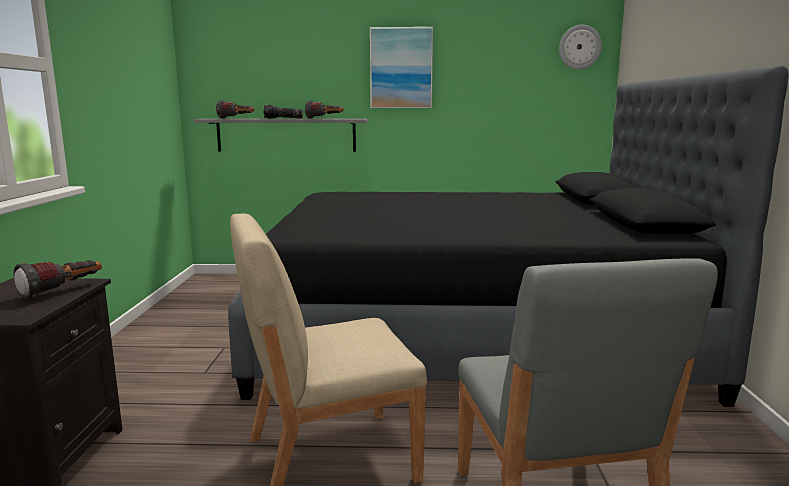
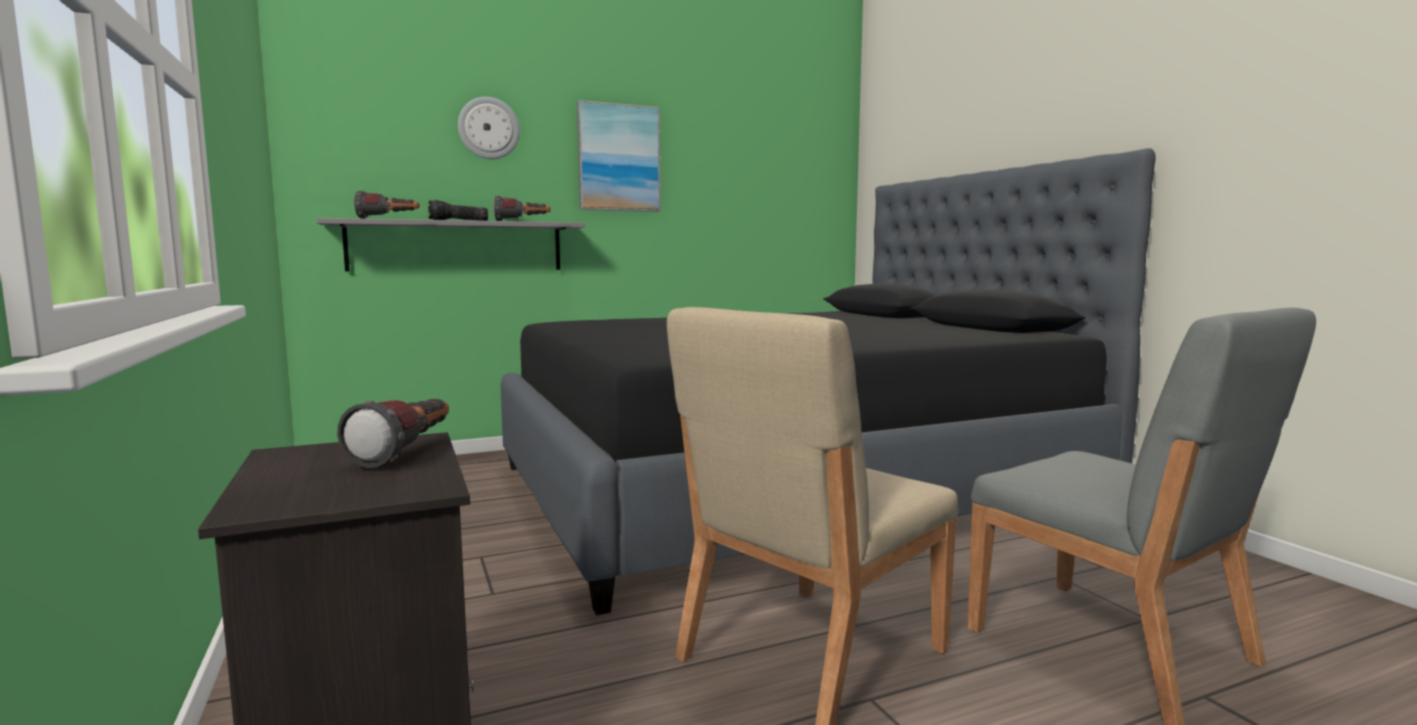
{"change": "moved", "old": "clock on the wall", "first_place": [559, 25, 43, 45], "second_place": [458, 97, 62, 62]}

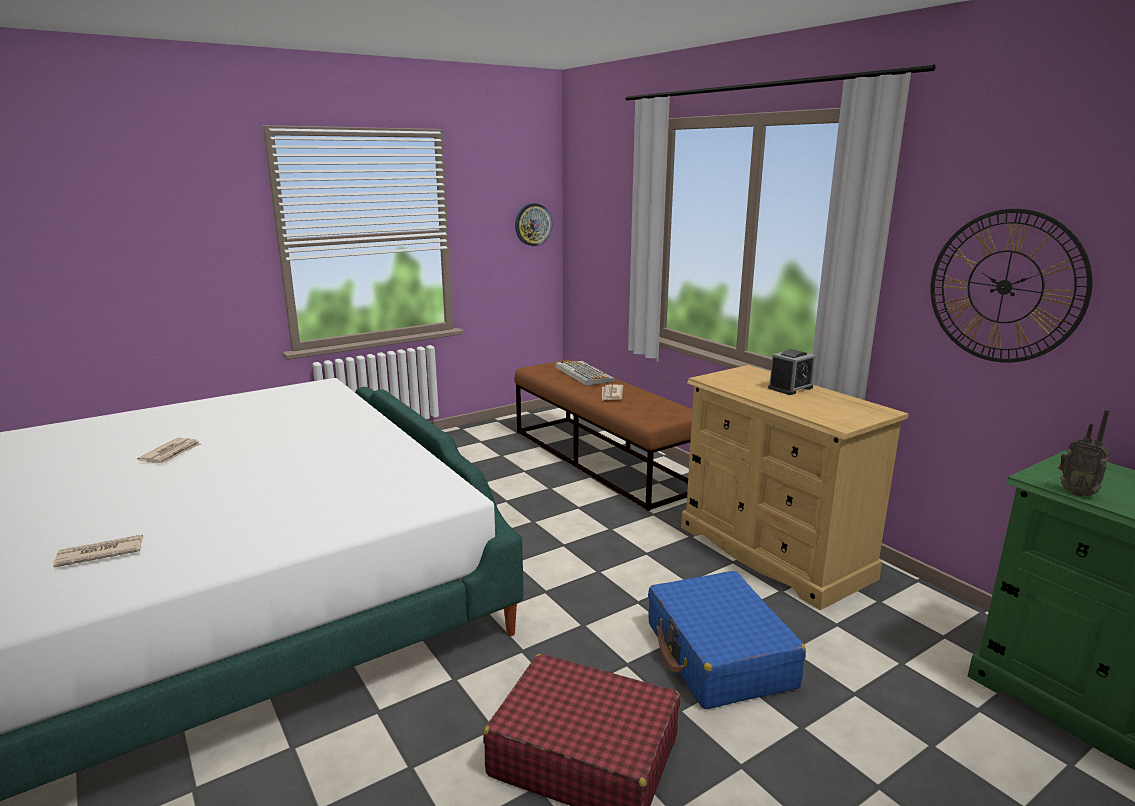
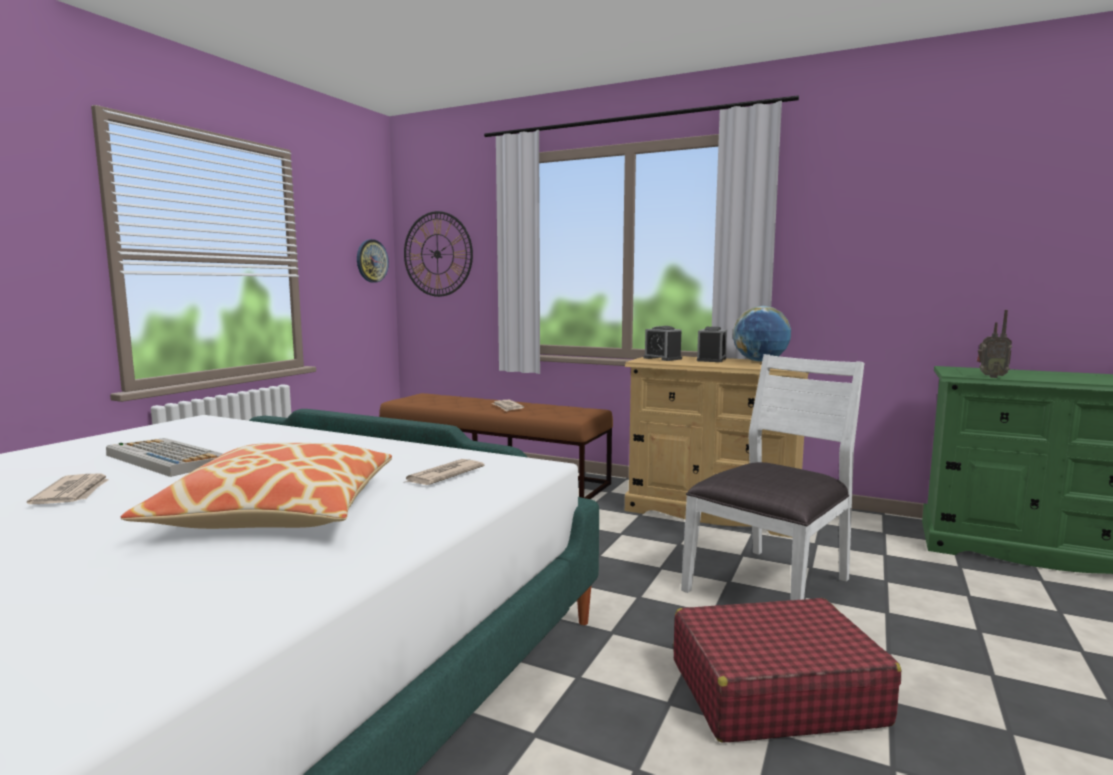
{"change": "moved", "old": "clock on the wall", "first_place": [930, 209, 163, 154], "second_place": [404, 211, 69, 86]}
{"change": "moved", "old": "PC keyboard", "first_place": [555, 361, 60, 25], "second_place": [106, 438, 117, 39]}
{"change": "moved", "old": "newspaper", "first_place": [53, 535, 90, 32], "second_place": [403, 459, 81, 26]}
{"change": "replaced", "old": "suitcase in bluish", "new": "plain chair in white", "first_place": [648, 571, 158, 138], "second_place": [681, 354, 183, 246]}
{"change": "added", "new": "world globe", "second_place": [733, 306, 58, 56]}
{"change": "added", "new": "table clock", "second_place": [643, 326, 39, 35]}
{"change": "added", "new": "pillow", "second_place": [121, 443, 271, 86]}

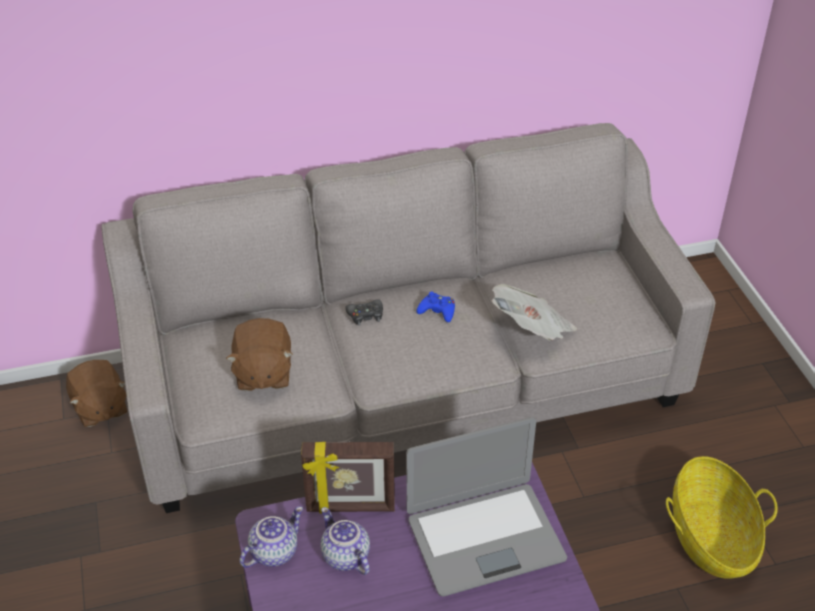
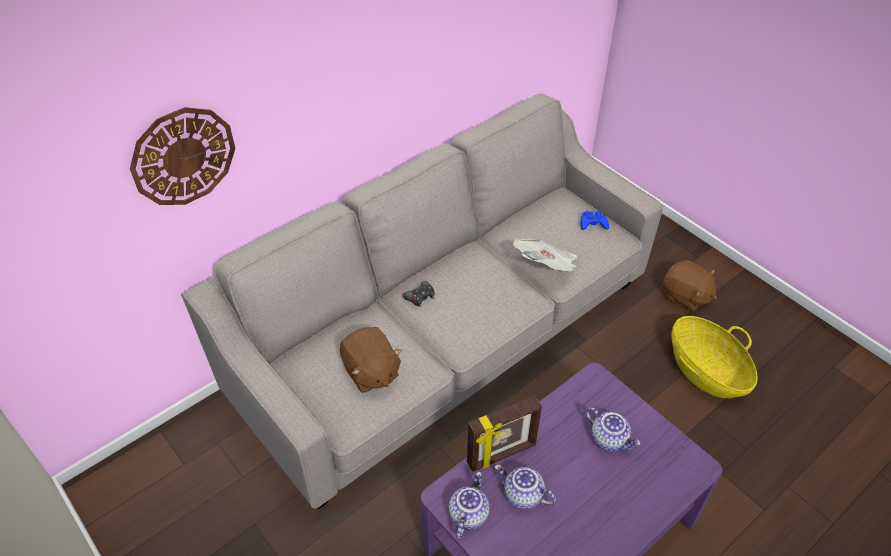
{"change": "moved", "old": "game controller in bluish", "first_place": [417, 292, 38, 30], "second_place": [581, 211, 28, 19]}
{"change": "moved", "old": "plush toy in brownish", "first_place": [66, 360, 61, 67], "second_place": [663, 260, 54, 52]}
{"change": "replaced", "old": "notebook computer", "new": "pot for tea", "first_place": [406, 417, 161, 180], "second_place": [585, 407, 56, 45]}
{"change": "added", "new": "clock on the wall", "second_place": [130, 107, 105, 98]}

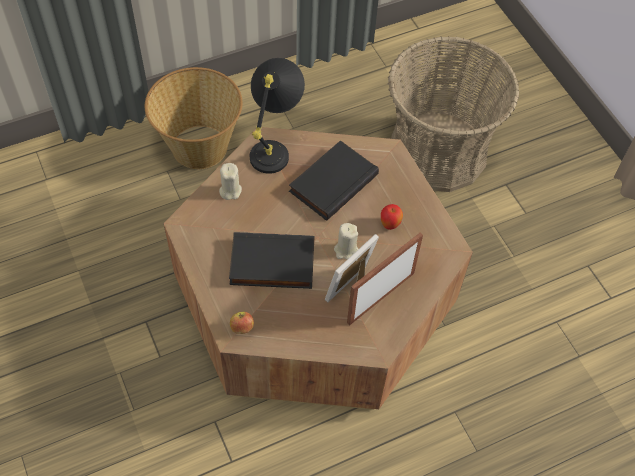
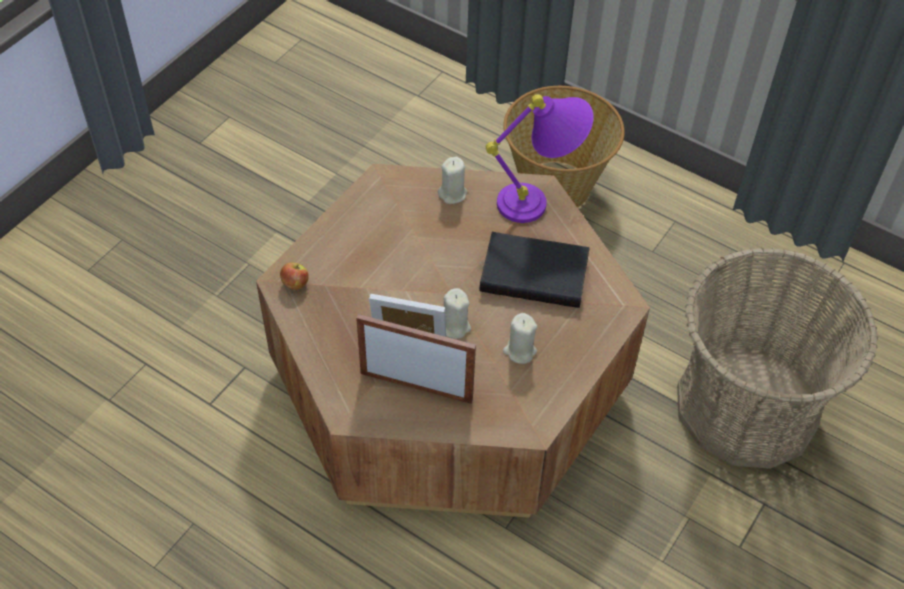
{"change": "recoloured", "old": "tabletop lamp in black-coloured", "new": "tabletop lamp in purple", "first_place": [250, 58, 55, 116], "second_place": [485, 94, 109, 129]}
{"change": "replaced", "old": "apple fruit", "new": "candle in beige-coloured", "first_place": [381, 204, 22, 26], "second_place": [503, 313, 34, 51]}
{"change": "removed", "old": "bound book in black-coloured", "first_place": [229, 232, 85, 57]}

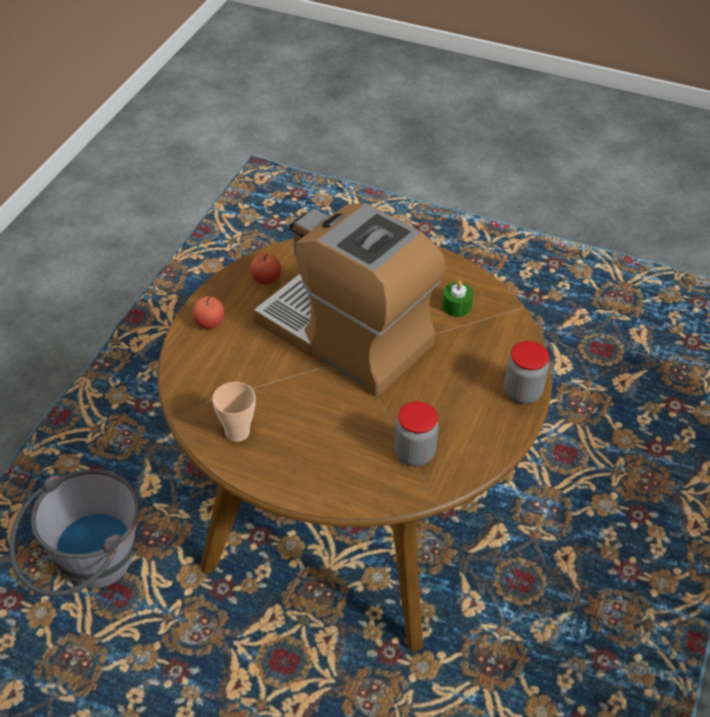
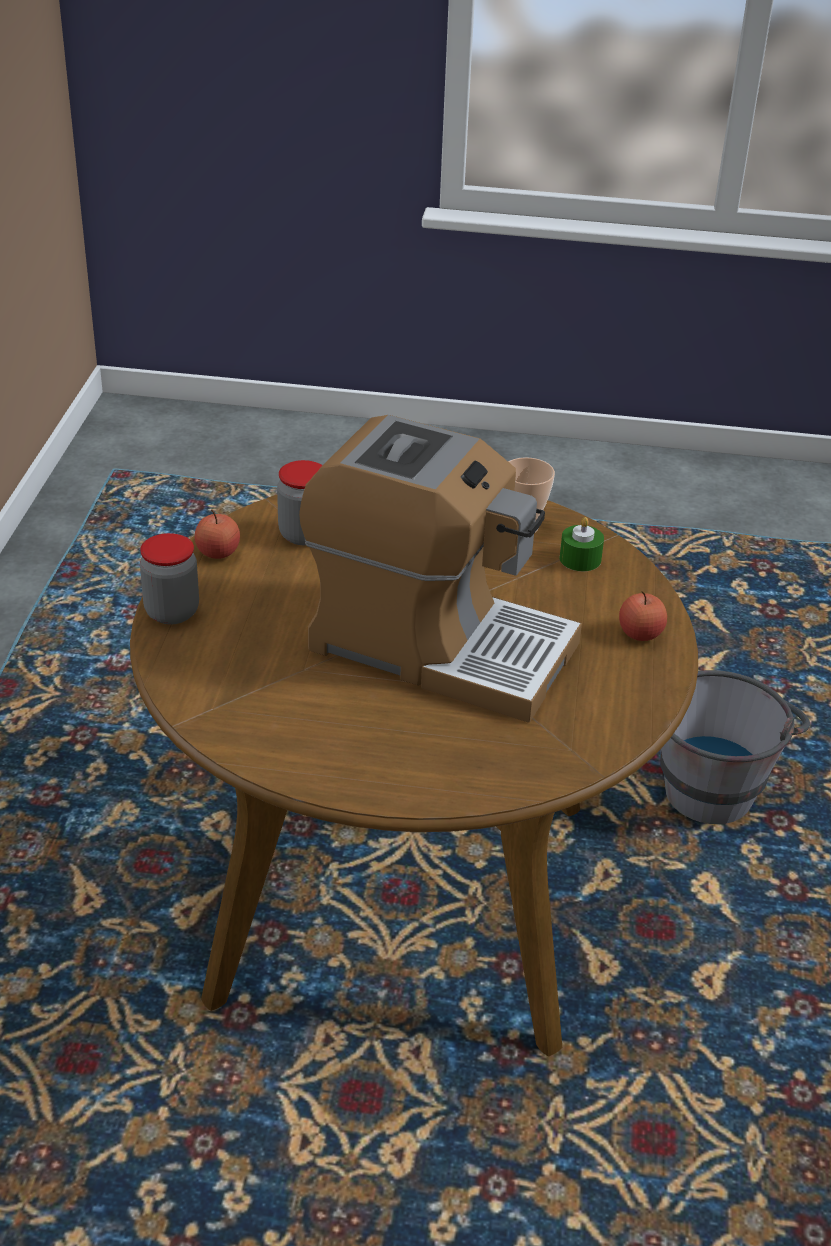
{"change": "moved", "old": "apple fruit", "first_place": [250, 253, 31, 31], "second_place": [195, 509, 45, 50]}
{"change": "moved", "old": "candle in green-coloured", "first_place": [442, 280, 31, 37], "second_place": [560, 517, 44, 54]}

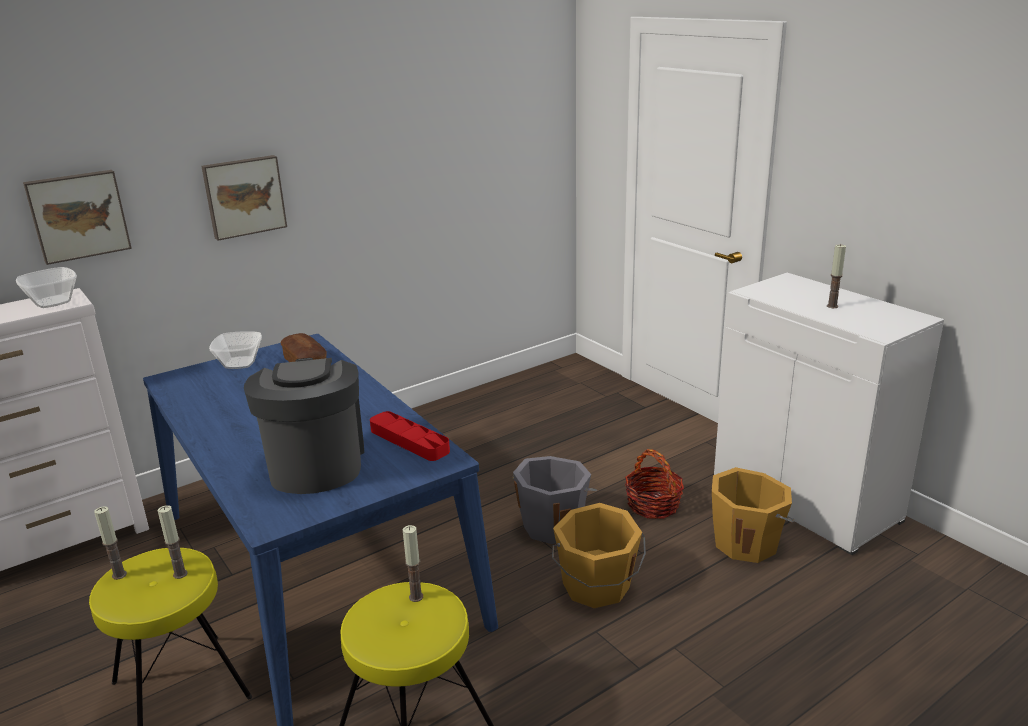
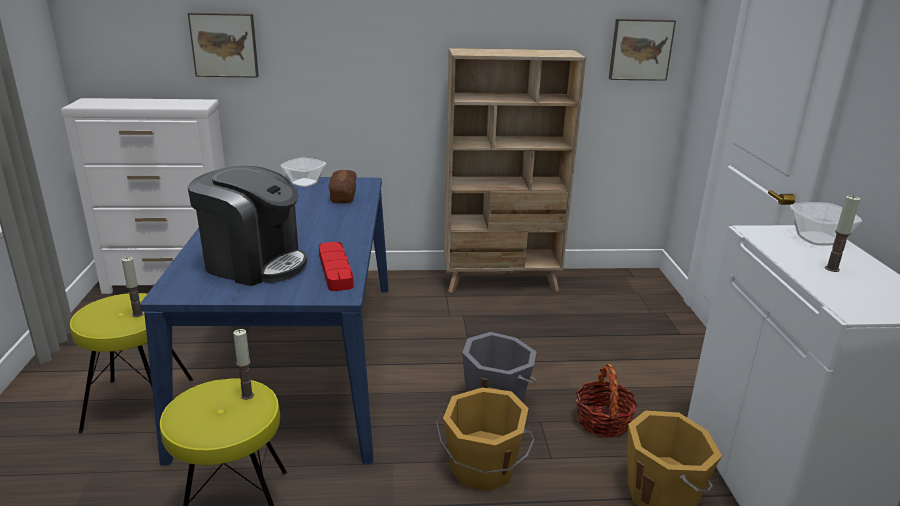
{"change": "moved", "old": "wall picture", "first_place": [201, 155, 86, 86], "second_place": [609, 19, 67, 62]}
{"change": "moved", "old": "deep dish", "first_place": [16, 267, 61, 41], "second_place": [790, 202, 72, 44]}
{"change": "turned", "old": "coffee machine", "first_place": [244, 358, 120, 136], "second_place": [188, 166, 119, 120], "degrees": 90}
{"change": "removed", "old": "candle", "first_place": [94, 506, 33, 74]}
{"change": "added", "new": "bookshelf in beige-coloured", "second_place": [444, 48, 142, 245]}

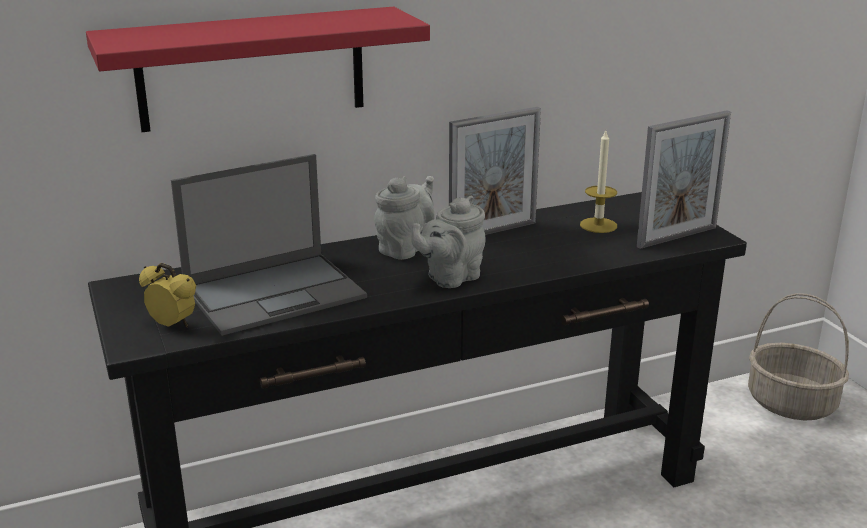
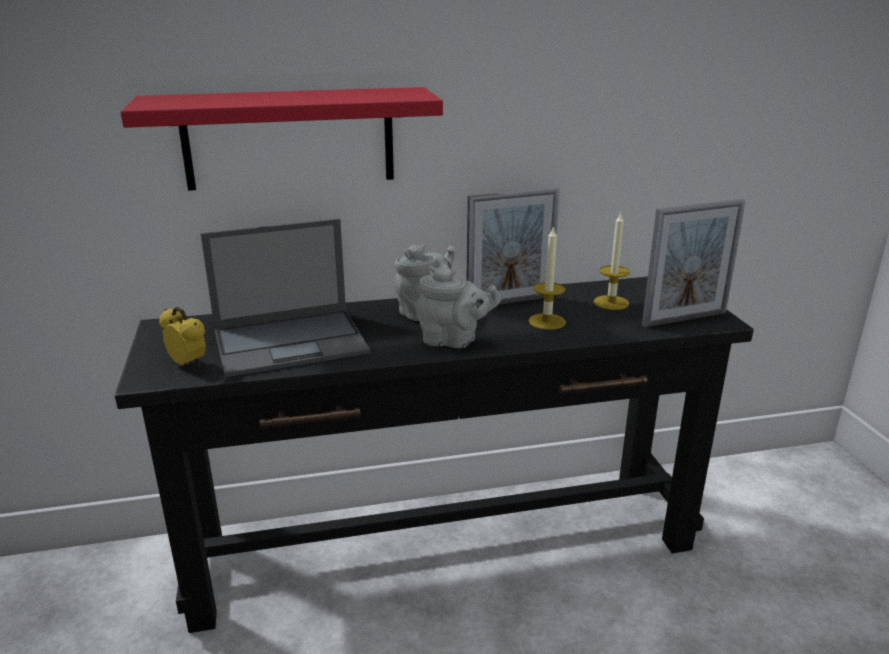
{"change": "turned", "old": "pot for tea in gray", "first_place": [411, 196, 75, 92], "second_place": [417, 266, 84, 82], "degrees": -135}
{"change": "removed", "old": "basket", "first_place": [748, 293, 101, 128]}
{"change": "added", "new": "candle", "second_place": [529, 226, 37, 104]}

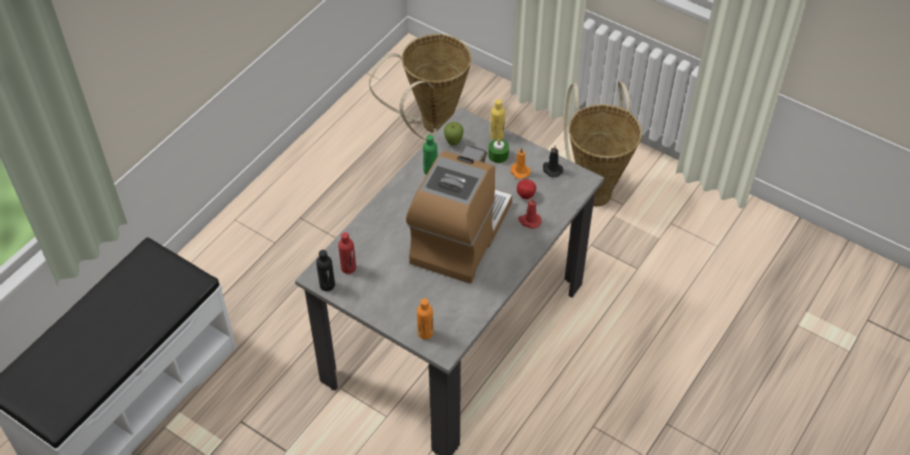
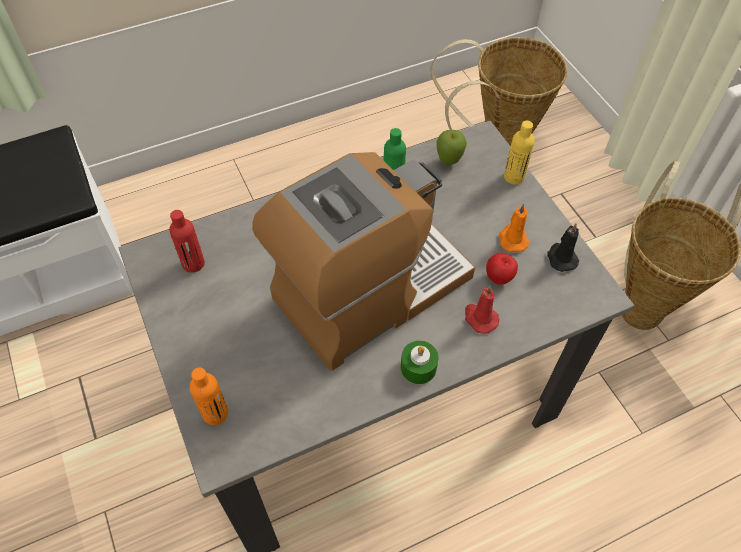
{"change": "moved", "old": "candle in green-coloured", "first_place": [488, 139, 21, 24], "second_place": [401, 341, 38, 43]}
{"change": "removed", "old": "bottle in black-coloured", "first_place": [316, 250, 19, 41]}

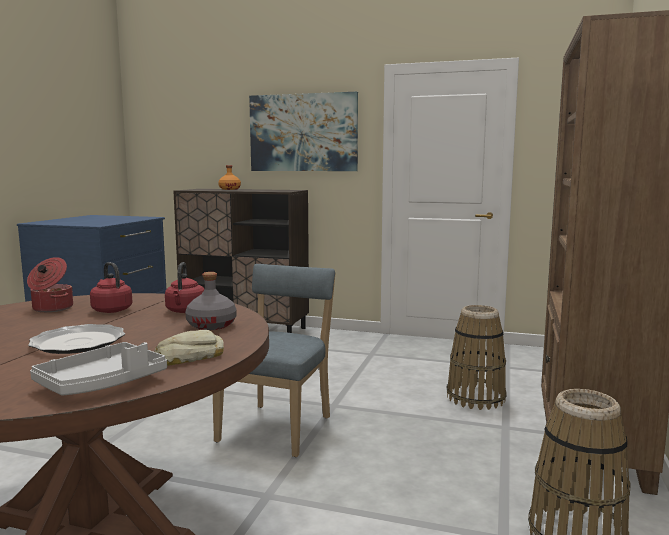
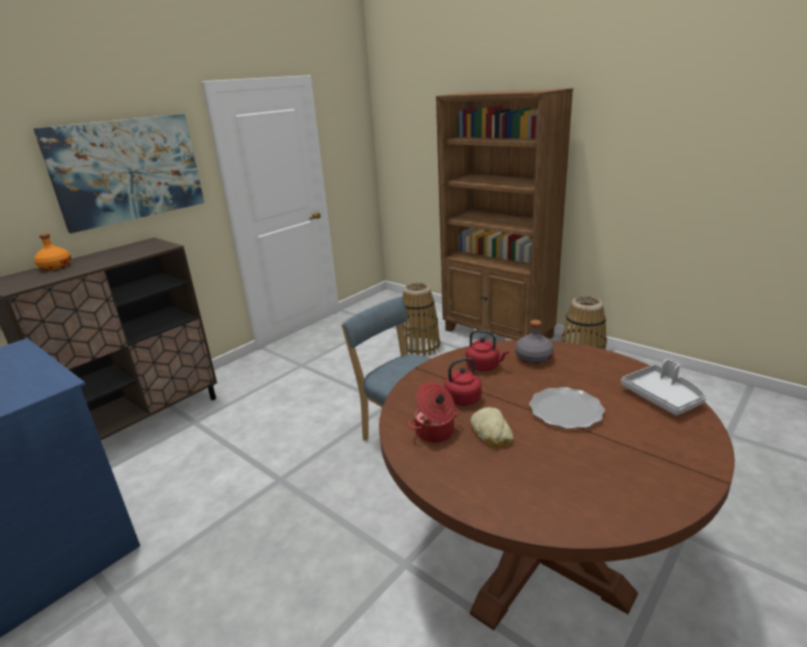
{"change": "moved", "old": "baked bread", "first_place": [155, 330, 69, 36], "second_place": [470, 407, 43, 40]}

